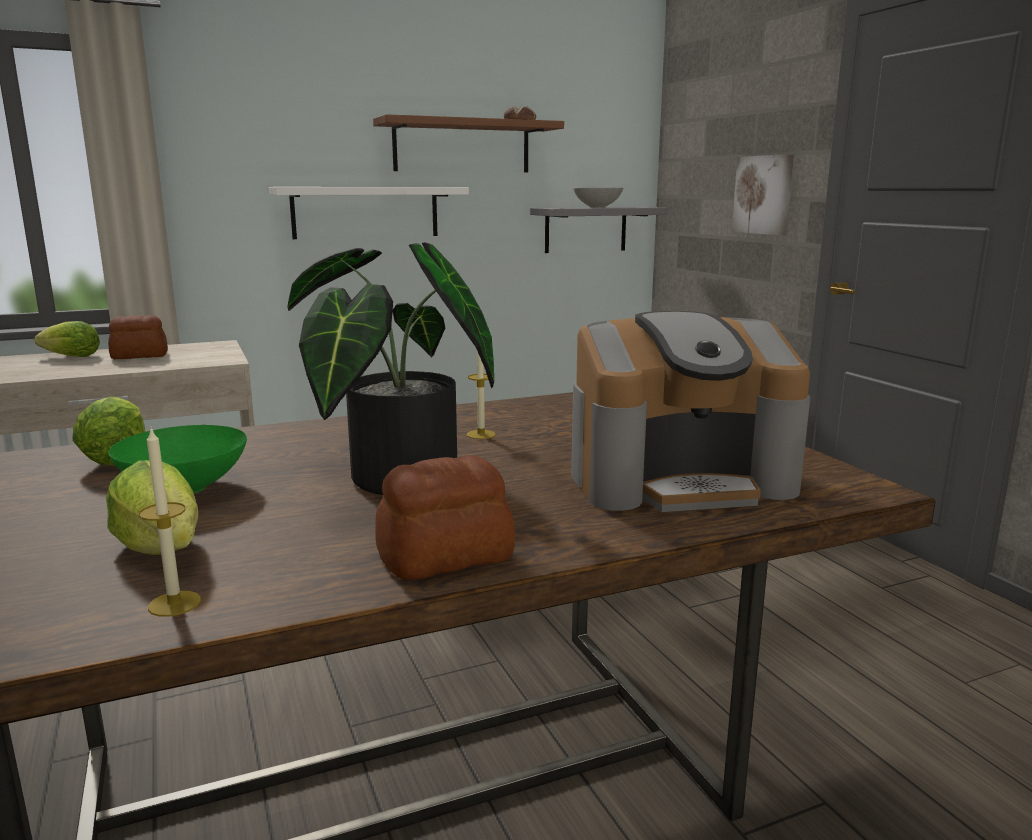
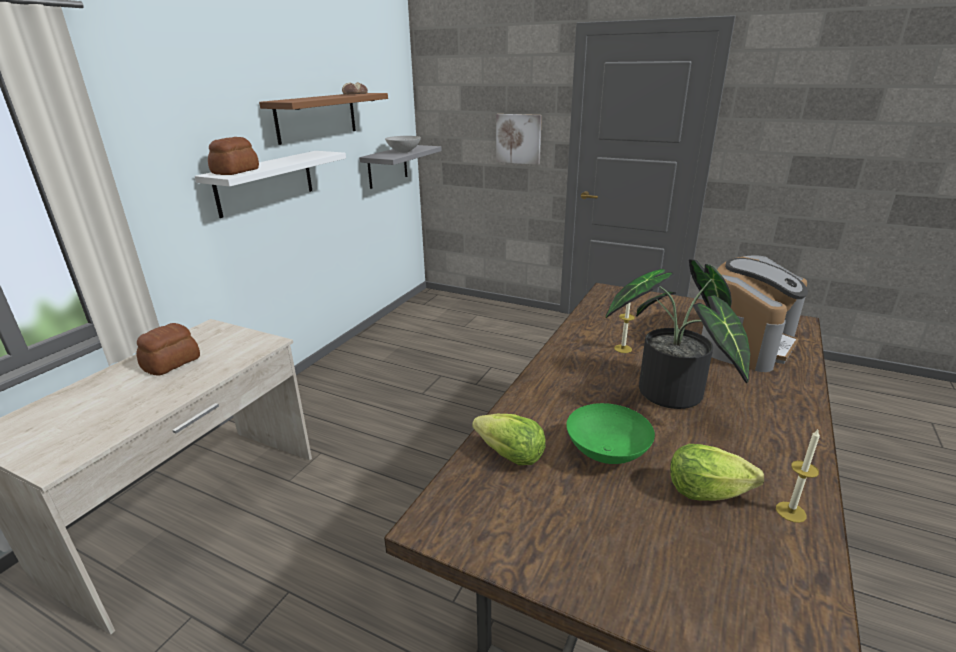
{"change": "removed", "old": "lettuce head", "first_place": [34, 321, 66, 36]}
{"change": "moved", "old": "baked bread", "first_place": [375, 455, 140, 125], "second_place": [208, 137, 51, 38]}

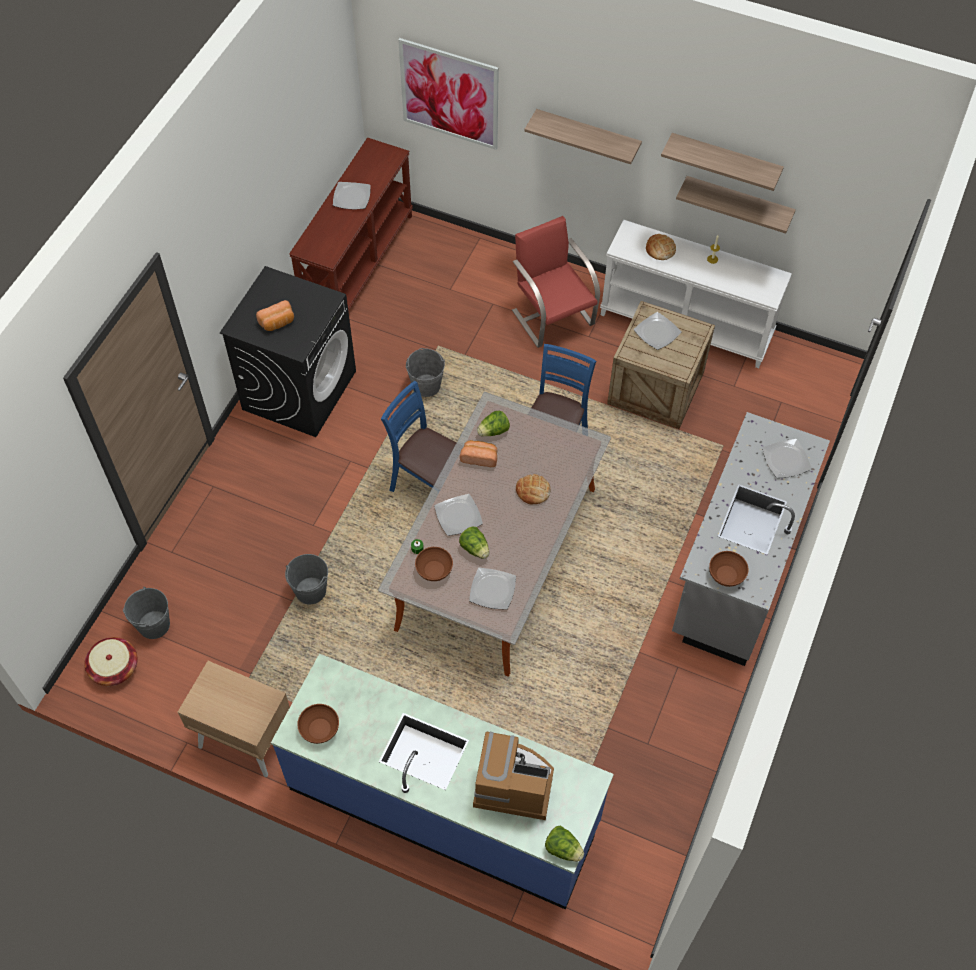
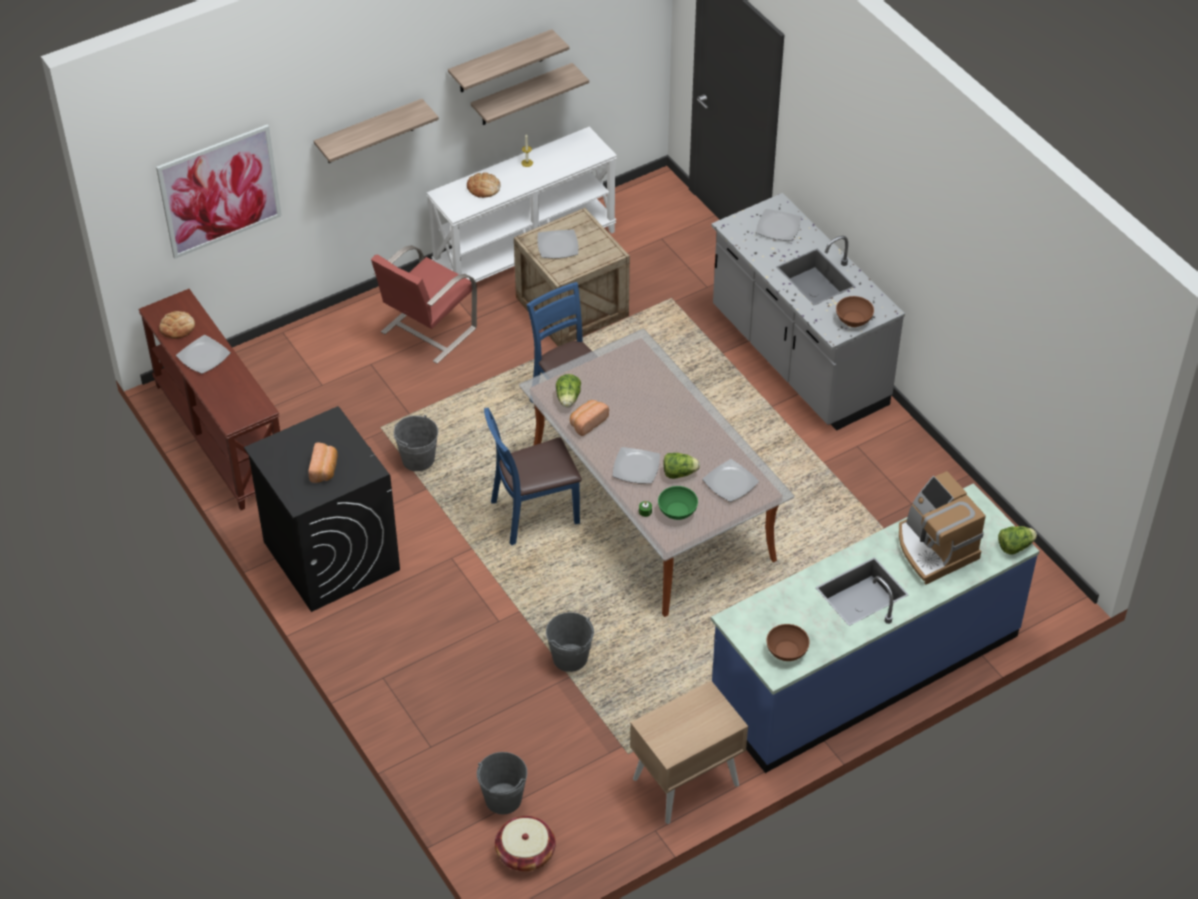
{"change": "turned", "old": "plain chair in reddish", "first_place": [512, 216, 88, 132], "second_place": [371, 245, 106, 119], "degrees": -60}
{"change": "moved", "old": "baked bread", "first_place": [516, 474, 35, 30], "second_place": [159, 311, 36, 28]}
{"change": "recoloured", "old": "deep dish in brownish", "new": "deep dish in green-coloured", "first_place": [415, 547, 38, 34], "second_place": [658, 486, 40, 34]}
{"change": "turned", "old": "coffee machine", "first_place": [473, 732, 81, 88], "second_place": [899, 471, 87, 114], "degrees": -75}

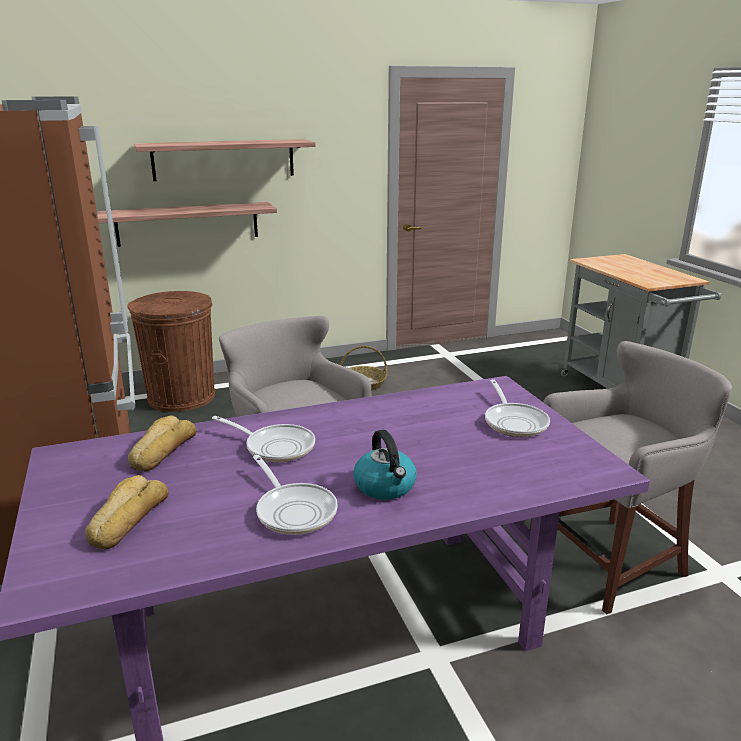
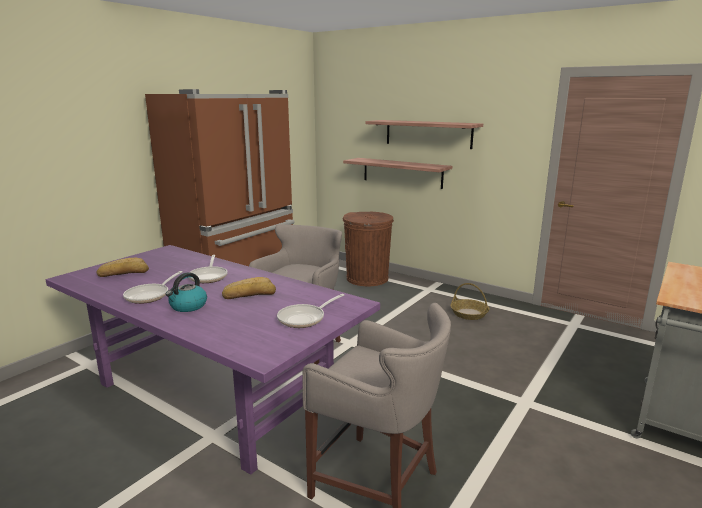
{"change": "moved", "old": "baked bread", "first_place": [128, 415, 69, 56], "second_place": [222, 277, 54, 22]}

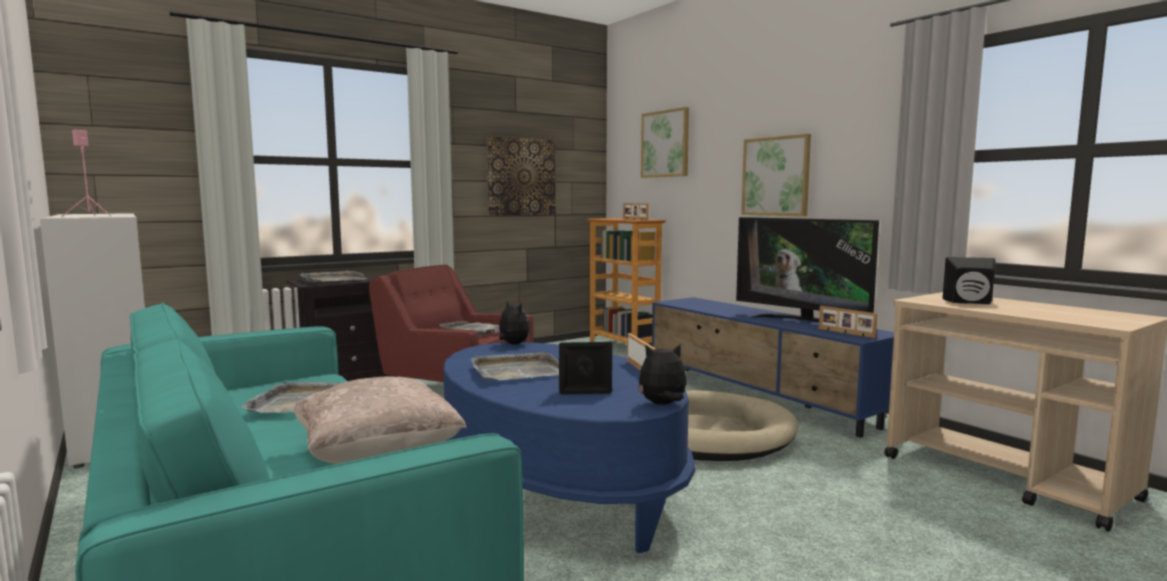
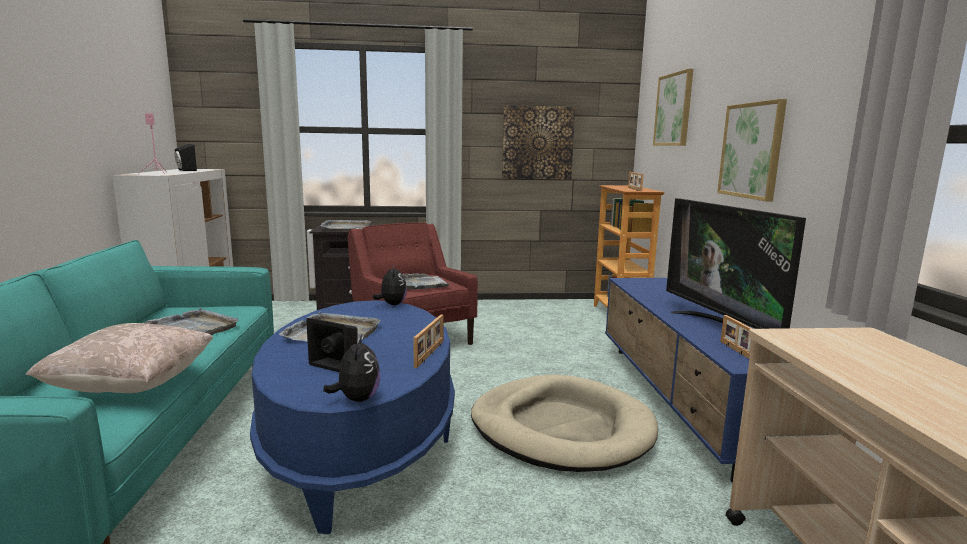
{"change": "moved", "old": "loudspeaker in black-coloured", "first_place": [943, 257, 53, 48], "second_place": [174, 144, 23, 27]}
{"change": "turned", "old": "plush toy", "first_place": [638, 343, 49, 62], "second_place": [323, 335, 58, 67], "degrees": 60}

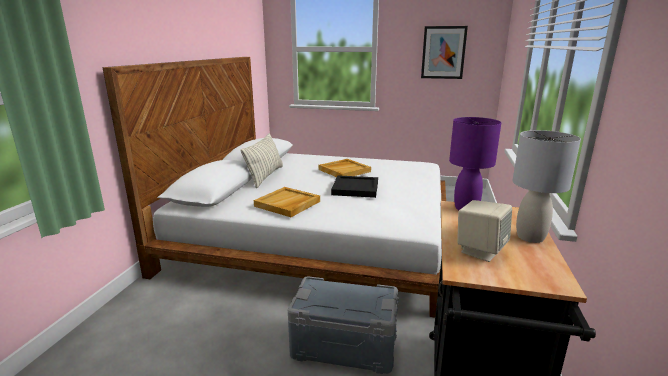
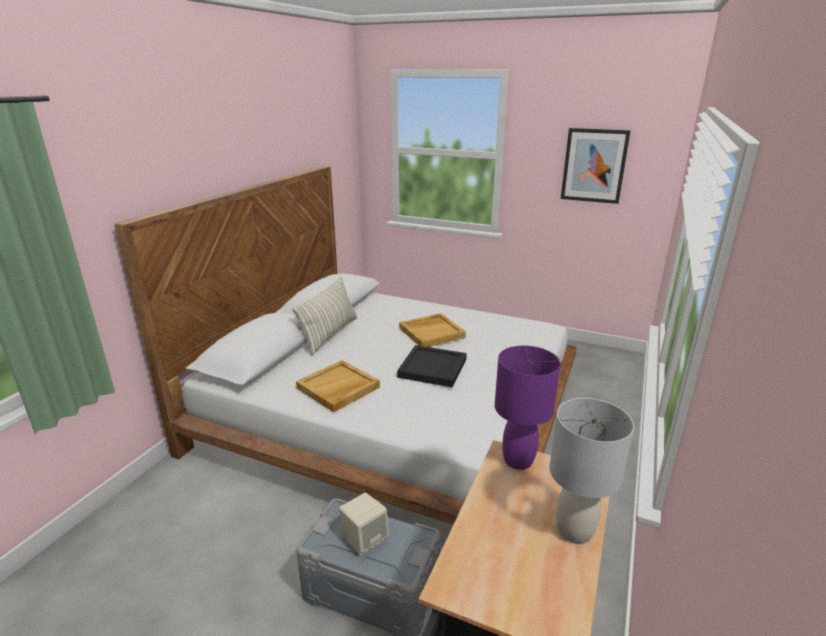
{"change": "moved", "old": "loudspeaker in beige-coloured", "first_place": [457, 200, 55, 62], "second_place": [339, 493, 50, 63]}

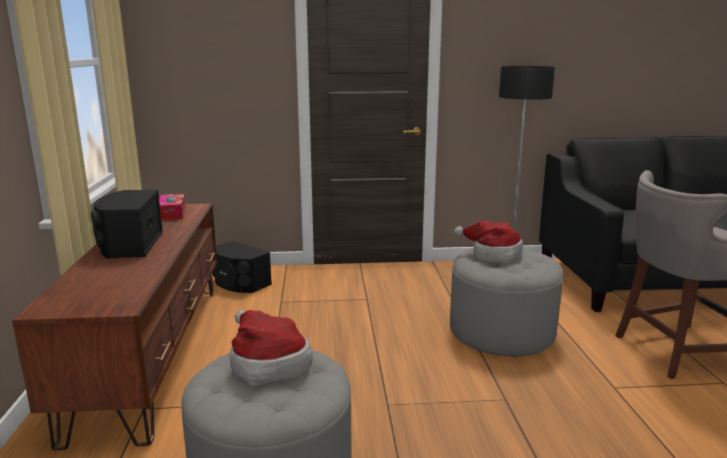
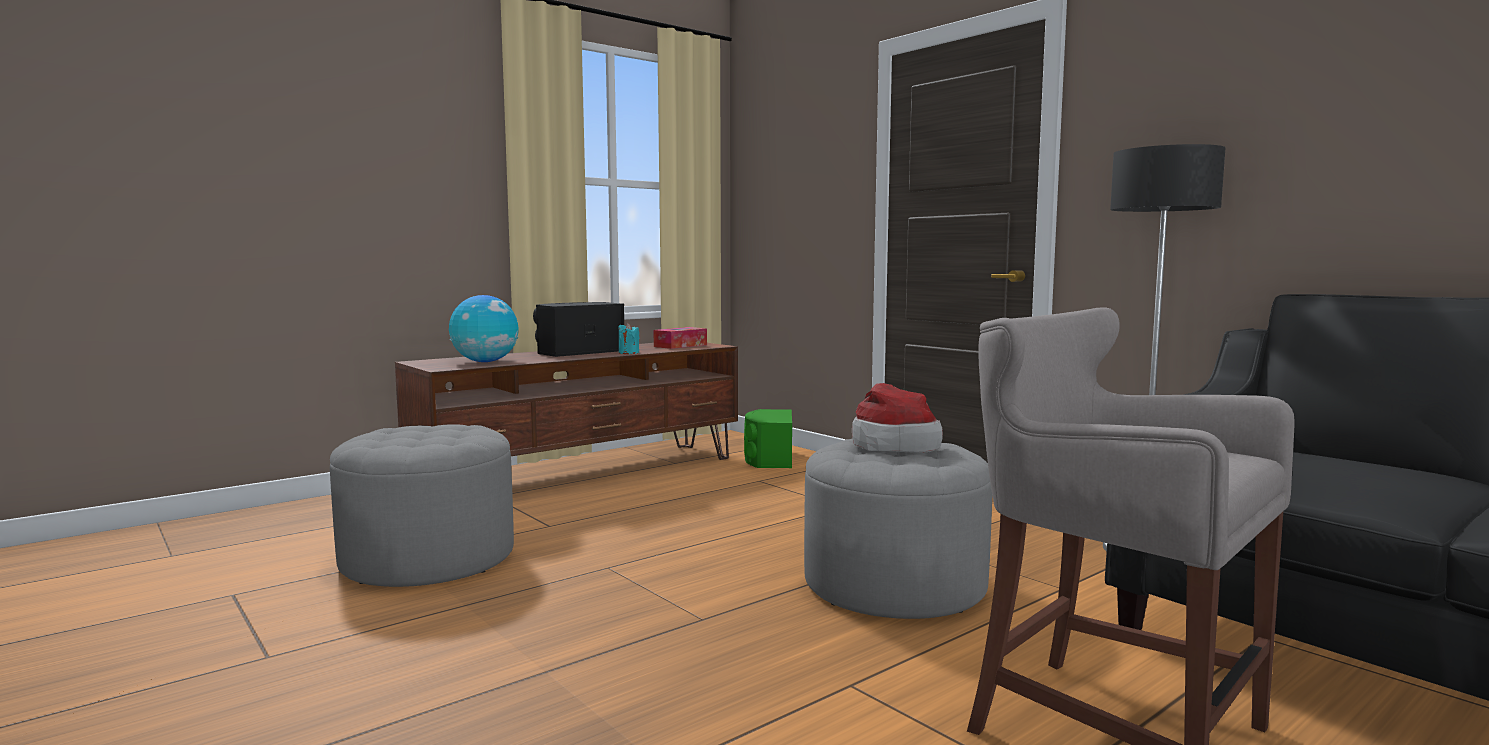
{"change": "recoloured", "old": "loudspeaker in black-coloured", "new": "loudspeaker in green-coloured", "first_place": [212, 241, 60, 52], "second_place": [744, 409, 48, 59]}
{"change": "removed", "old": "clothing hat", "first_place": [230, 310, 83, 76]}
{"change": "added", "new": "world globe", "second_place": [449, 295, 70, 67]}
{"change": "added", "new": "candle in turquoise", "second_place": [618, 323, 21, 31]}

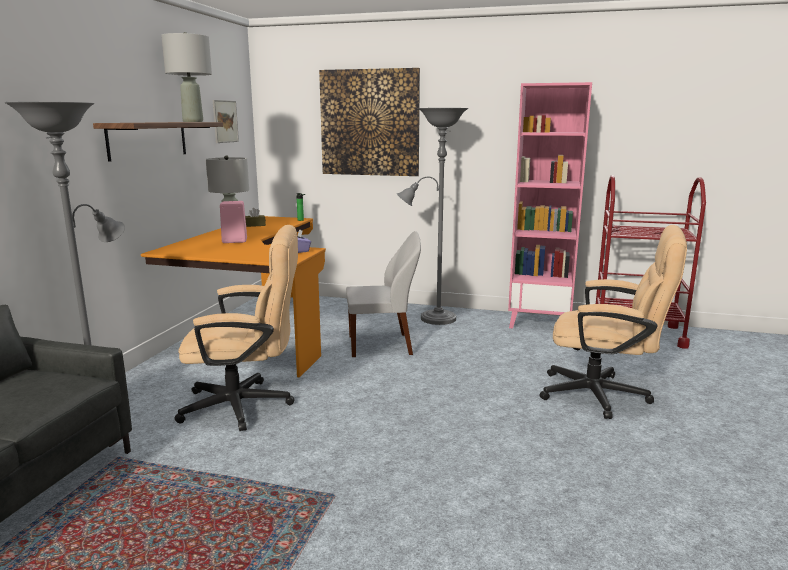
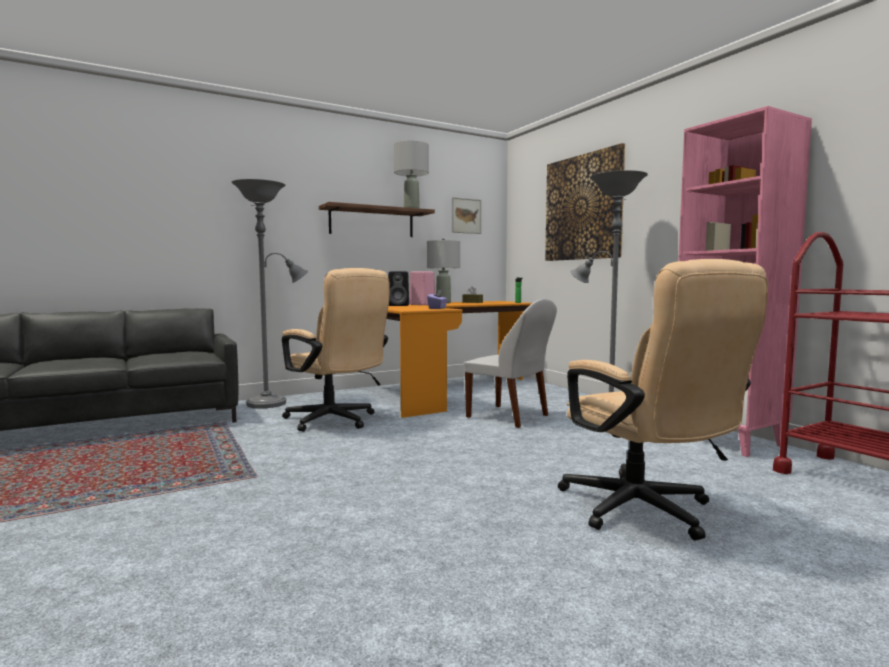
{"change": "added", "new": "loudspeaker in black-coloured", "second_place": [388, 271, 21, 35]}

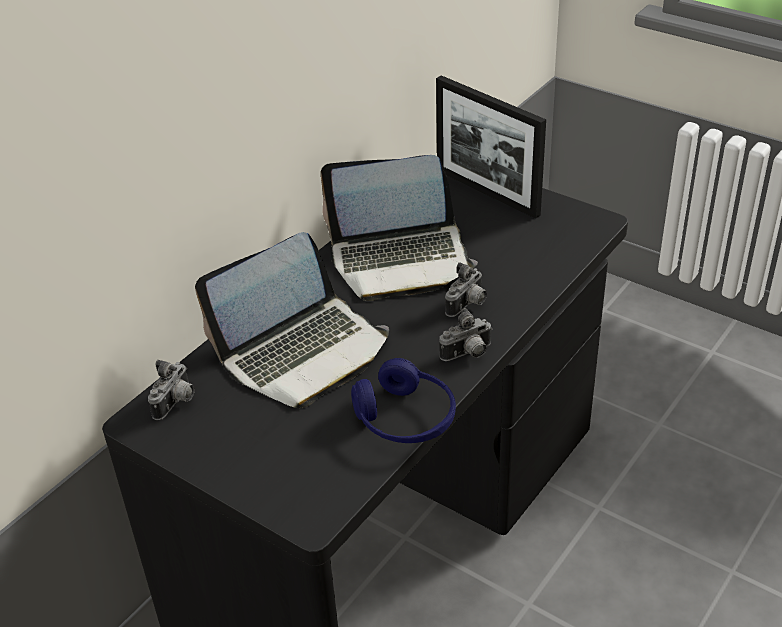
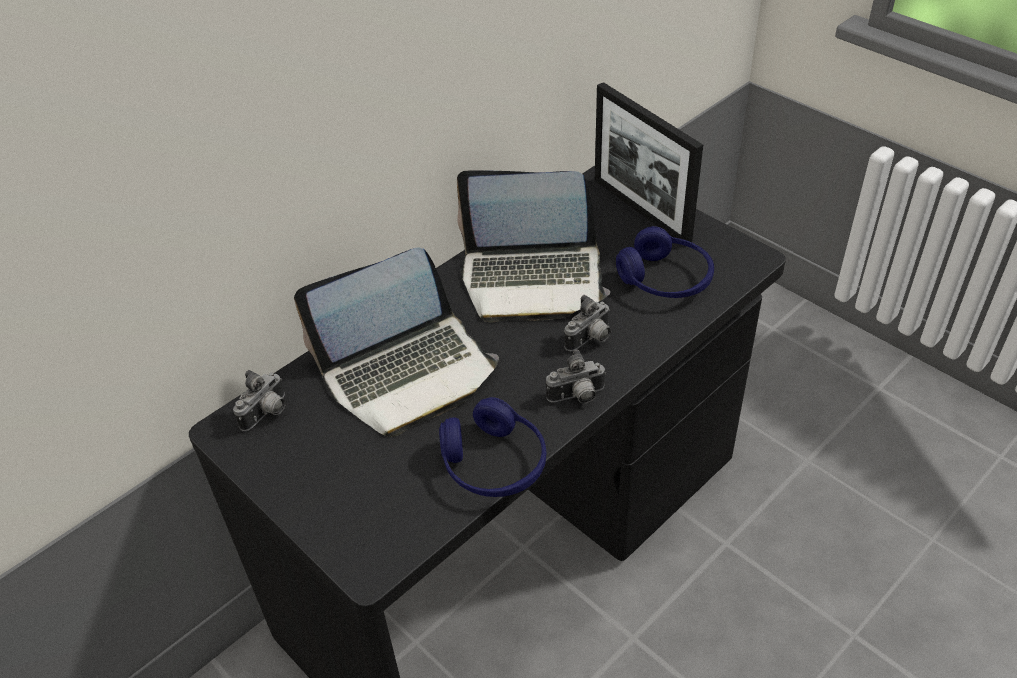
{"change": "added", "new": "headphones in bluish", "second_place": [616, 226, 98, 72]}

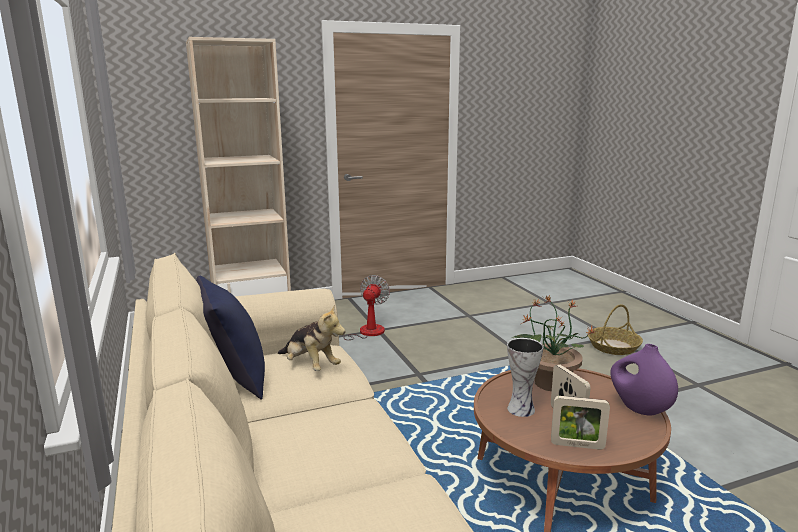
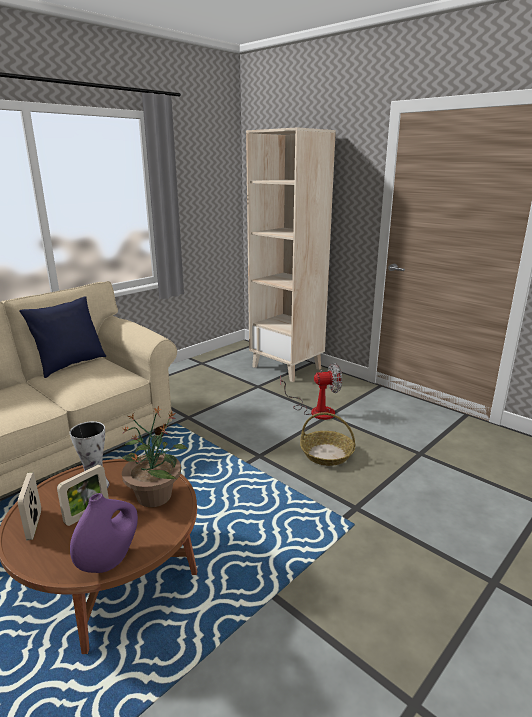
{"change": "moved", "old": "basket", "first_place": [588, 304, 55, 51], "second_place": [300, 412, 56, 54]}
{"change": "removed", "old": "plush toy", "first_place": [278, 305, 67, 66]}

